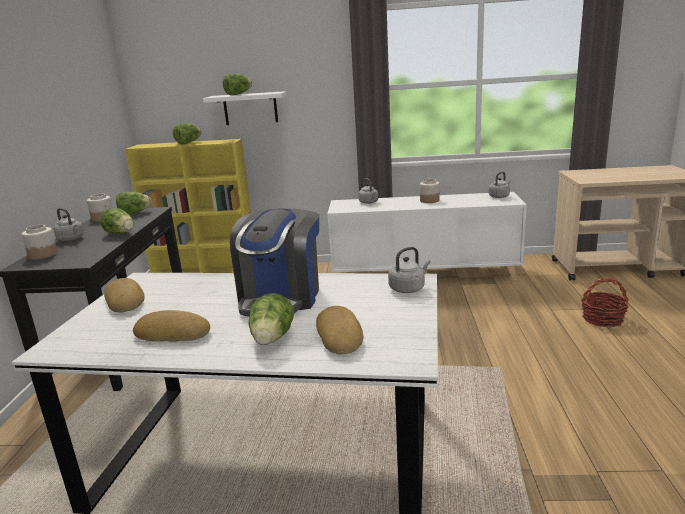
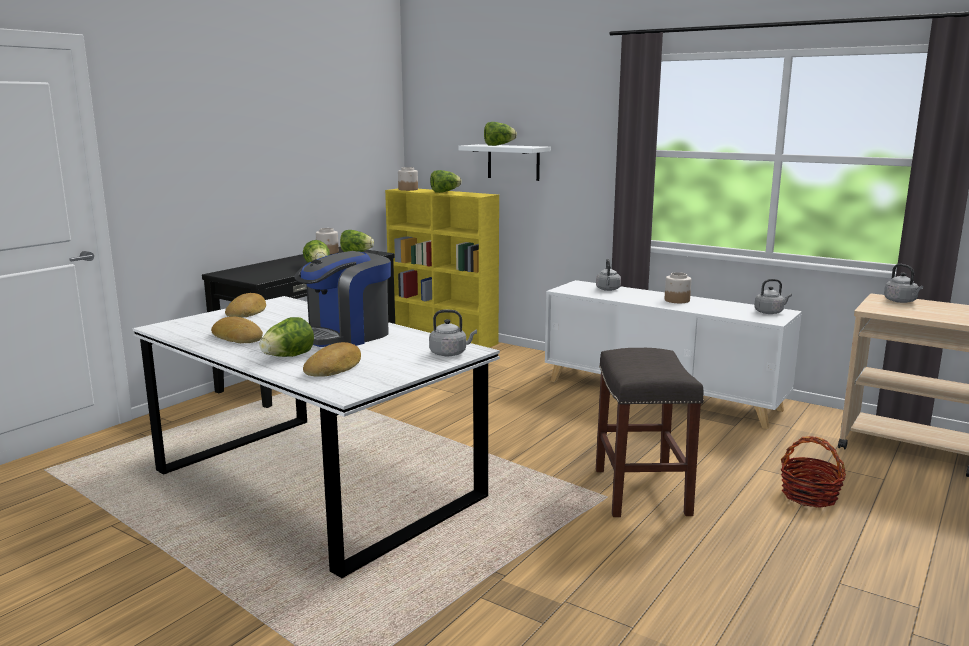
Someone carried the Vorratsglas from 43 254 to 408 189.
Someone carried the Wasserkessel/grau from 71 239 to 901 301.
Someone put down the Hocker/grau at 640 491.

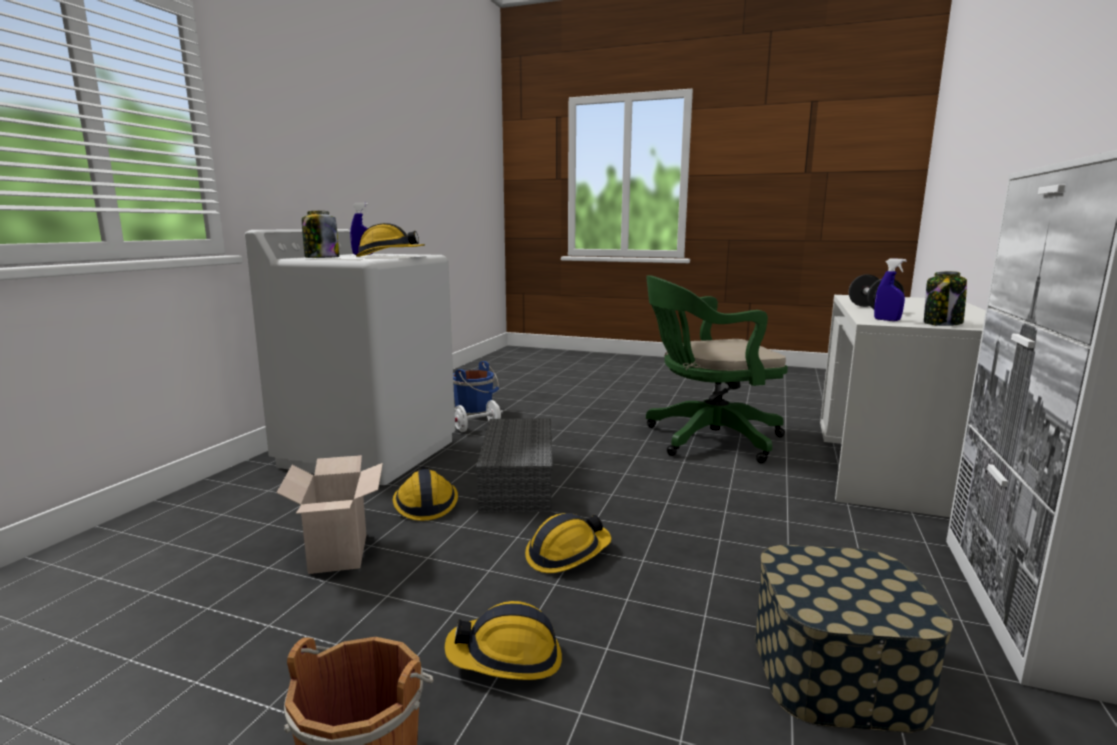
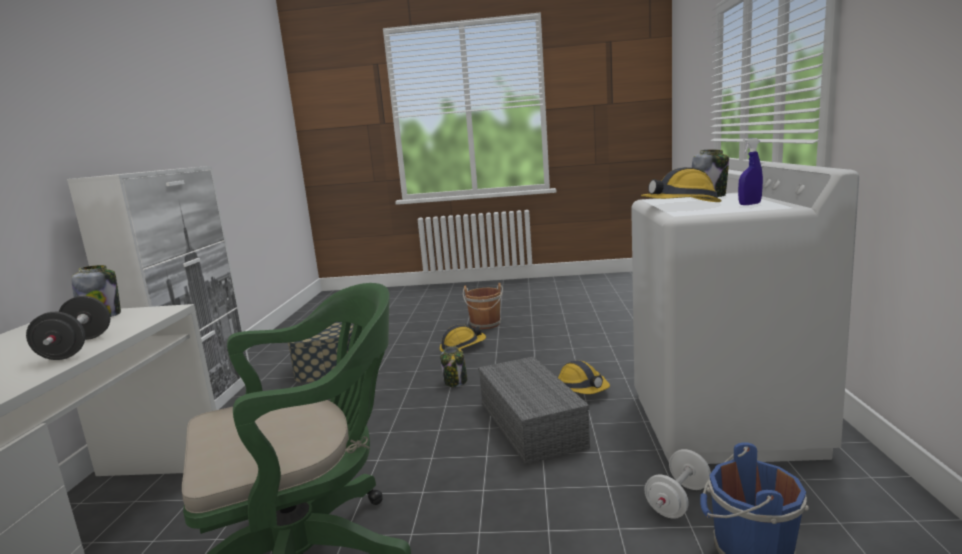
Someone took away the Karton at 340 554.
Someone swapped the Schutzhelm at 567 554 for the Vorratsglas at 455 382.
Someone took away the Sprühflasche/blau at 887 320.

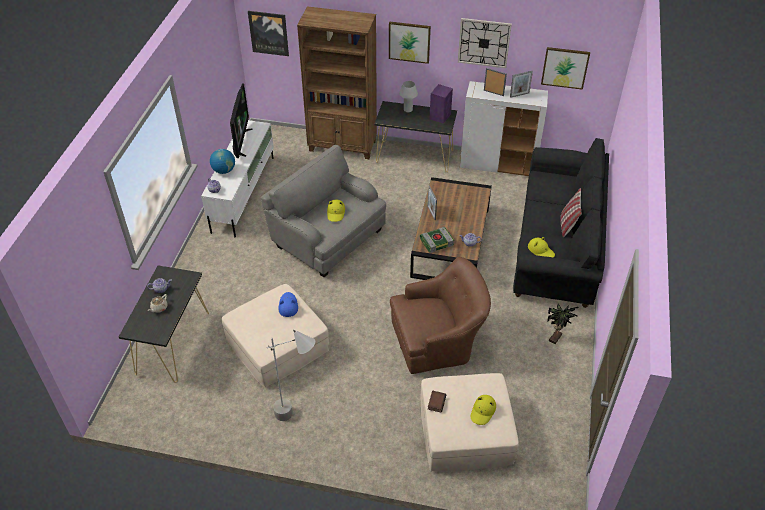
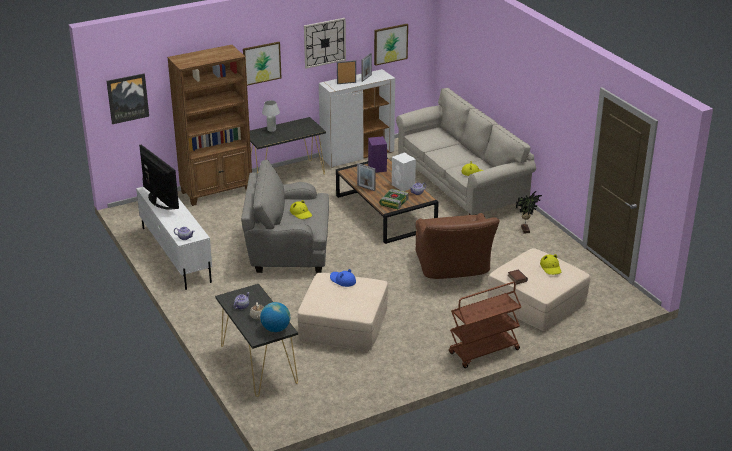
Someone carried the Globus from 224 170 to 275 329.
Someone took away the Stehlampe/grau at 298 417.
Someone rotated the Sessel/braun at 438 340 by 135 degrees clockwise.
Someone carried the Lautsprecher/lila from 440 116 to 377 168.
Someone repainted the Sofa/schwarz at 556 247, which became the Sofa/beige at 461 183.
Someone took away the Kissen at 567 224.
Someone put down the Lautsprecher/weiß at 403 186.
Someone put down the Rollwagen/braun at 483 352.

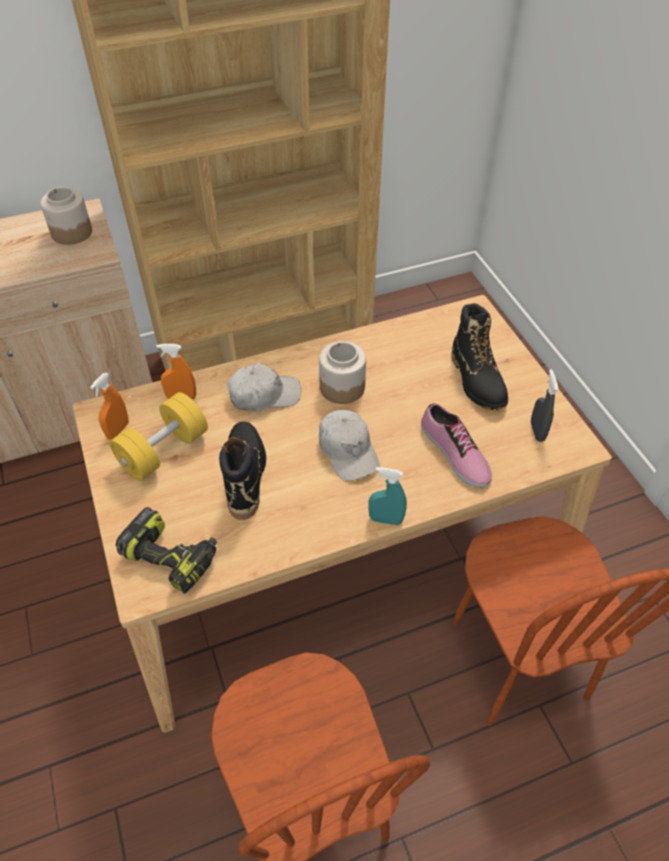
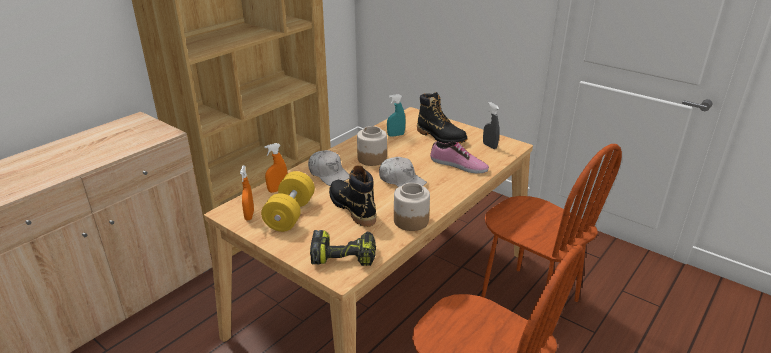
Someone carried the Vorratsglas from 71 232 to 410 221.
Someone rotated the Kappe/weiß at 264 395 by 90 degrees clockwise.
Someone carried the Sprühflasche/türkis from 385 519 to 396 135.

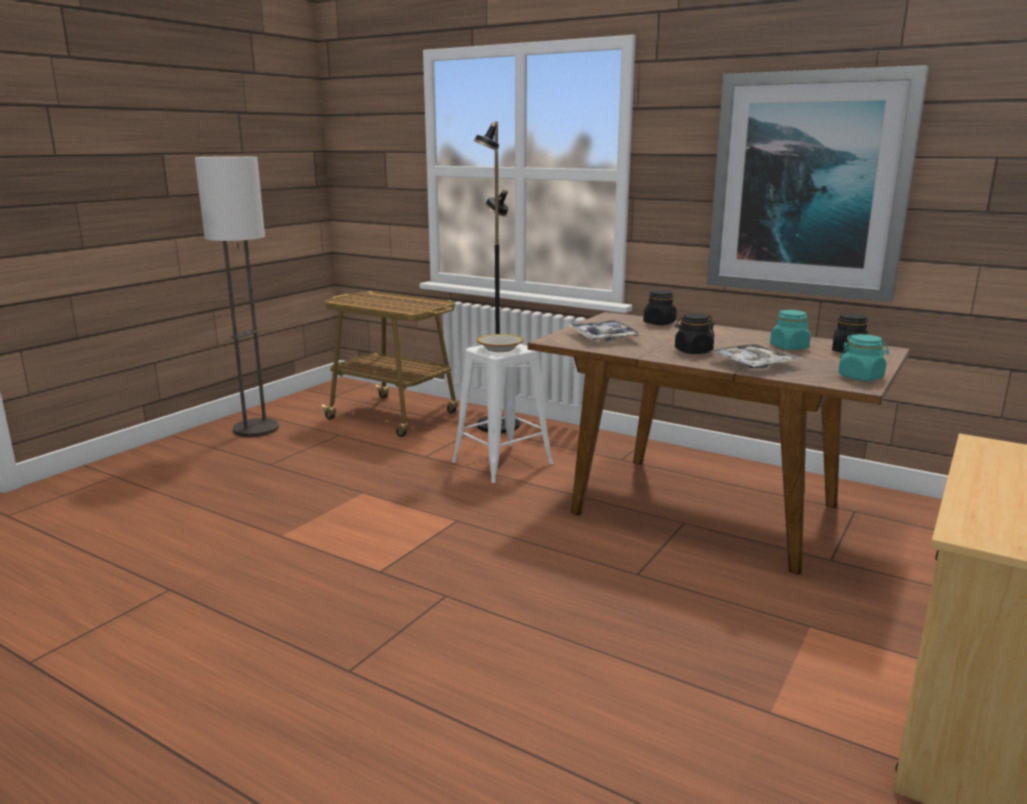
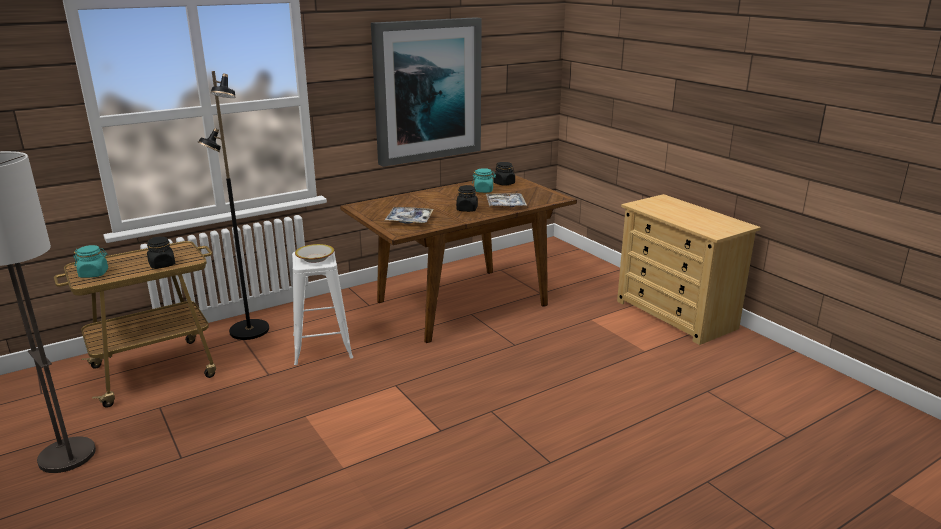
Someone carried the Vorratsglas/schwarz from 659 323 to 162 265.
Someone carried the Vorratsglas/türkis from 861 377 to 94 274.

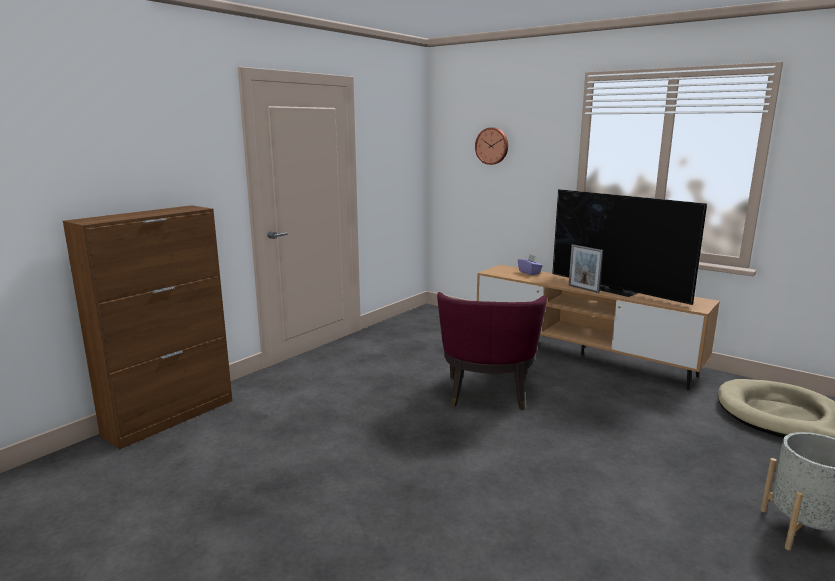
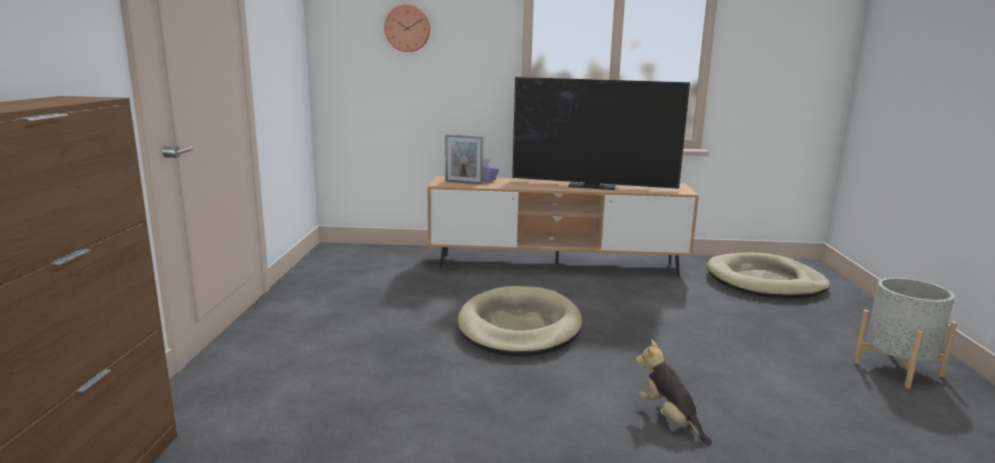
Someone swapped the Sessel/lila at 487 394 for the Hundebett/beige at 519 327.
Someone carried the Bilderrahmen from 583 289 to 463 182.
Someone put down the Plüschtier at 669 419.

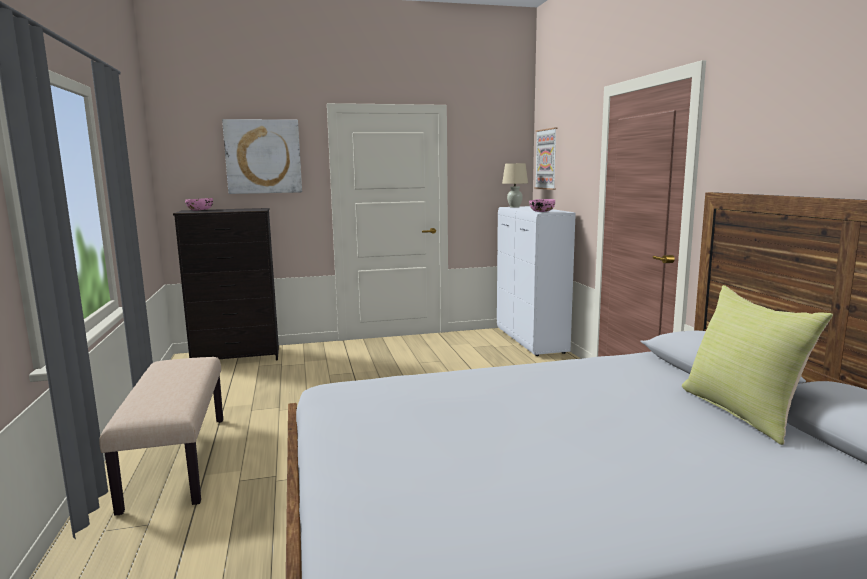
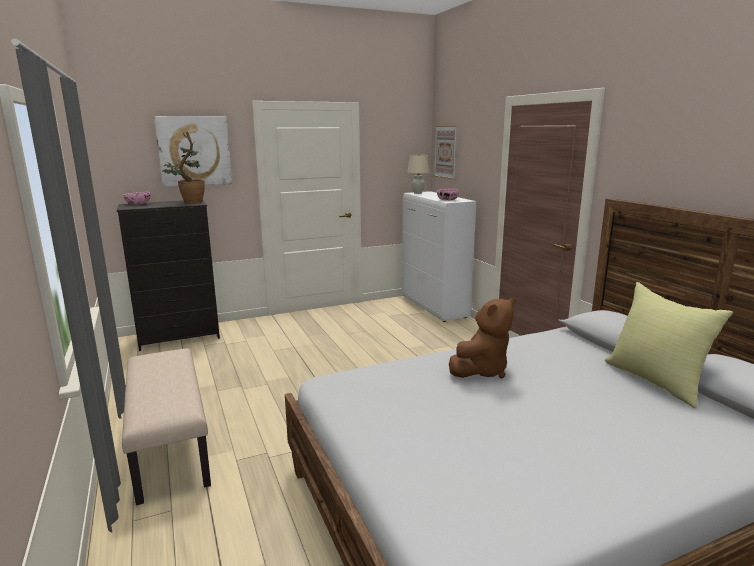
Someone put down the Topfpflanze at 189 202.
Someone put down the Plüschtier/braun at 481 370.

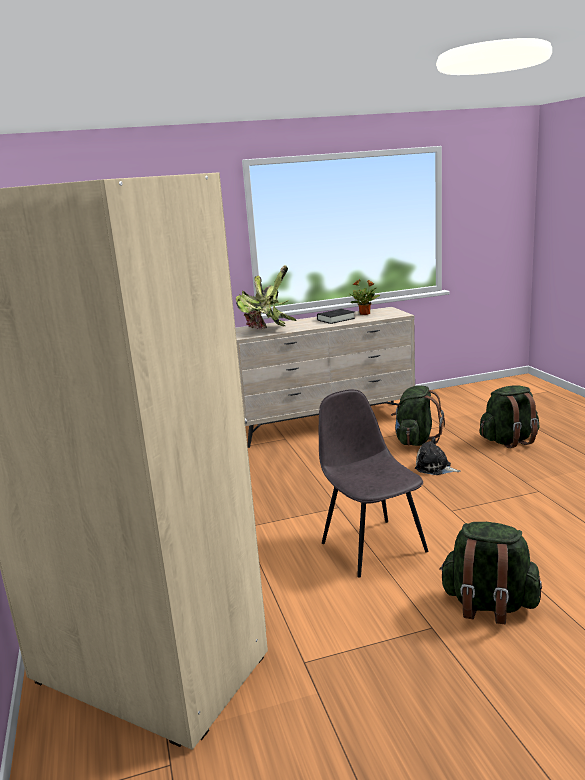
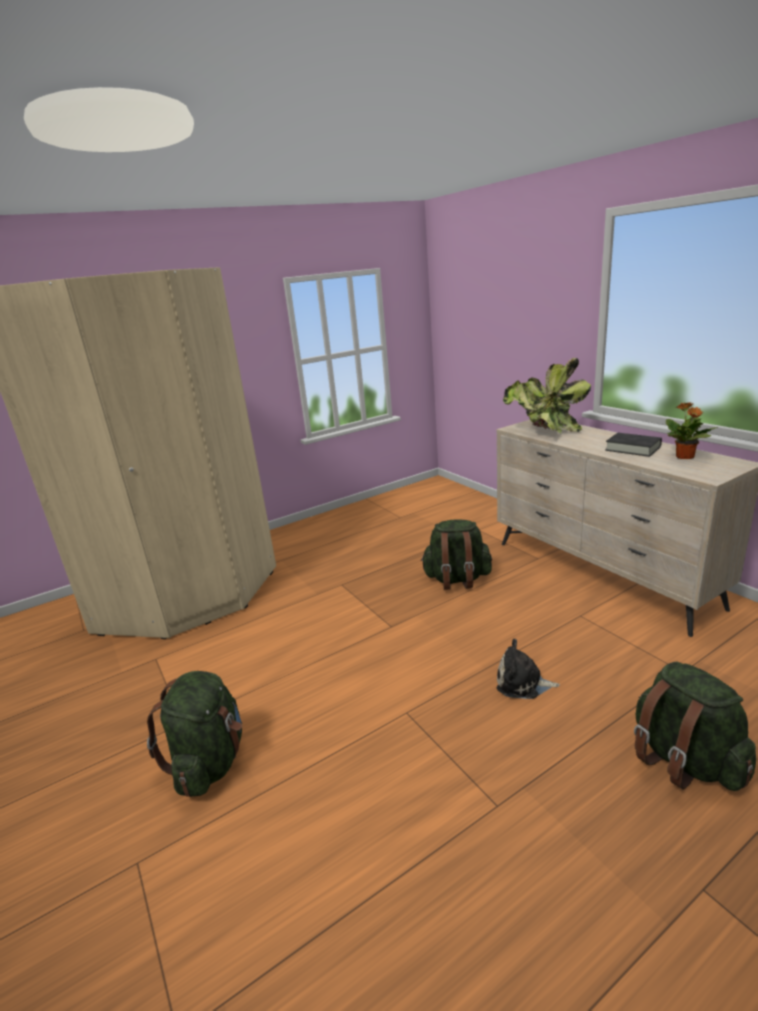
Someone took away the Stuhl/grau at 372 546.
Someone carried the Rucksack/grün from 416 441 to 457 579.
Someone rotated the Plüschtier at 435 468 by 90 degrees counterclockwise.

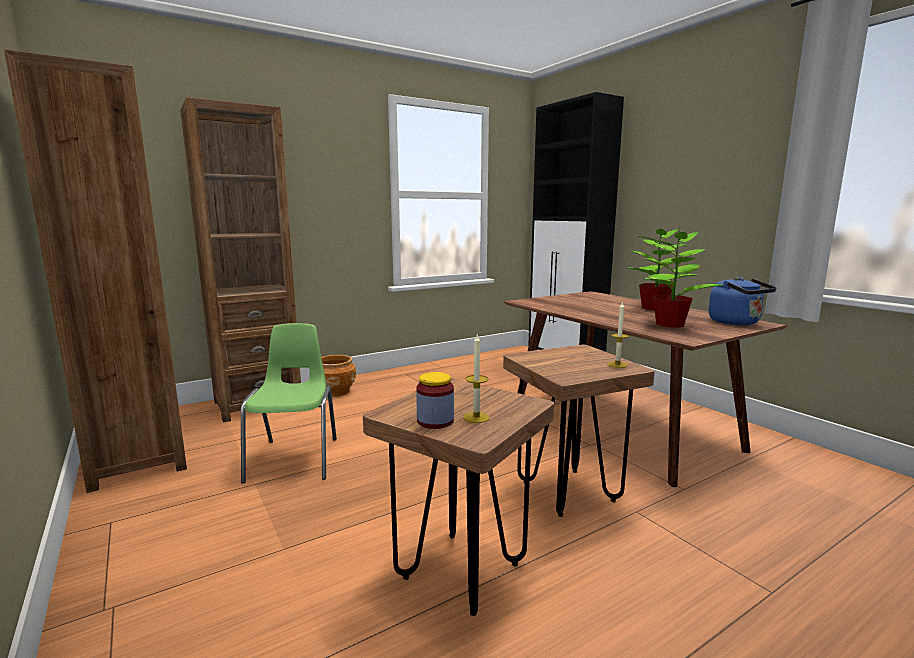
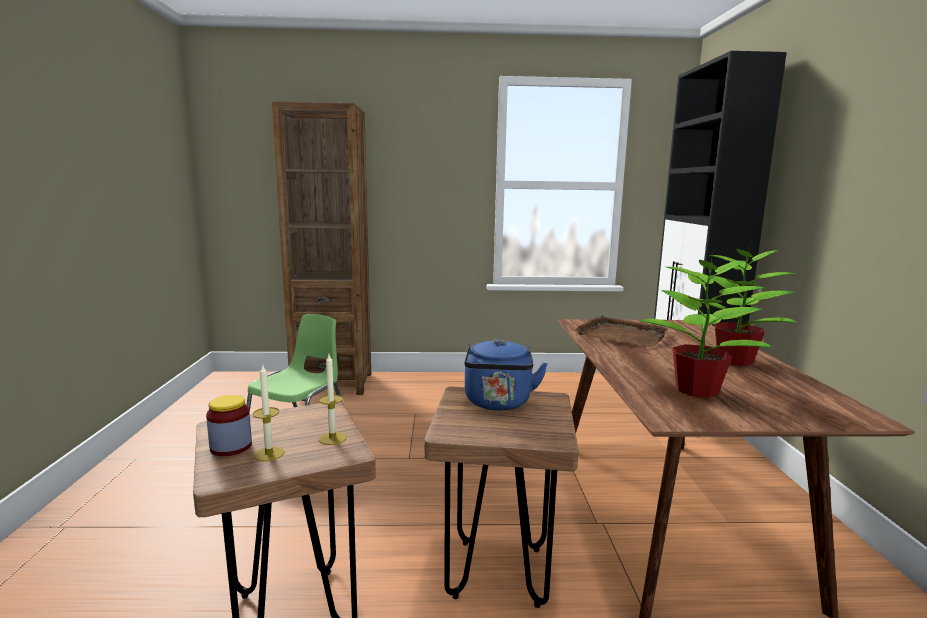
Someone took away the Bücherregal/braun at 138 460.
Someone took away the Pflanzkübel/braun at 336 392.
Someone carried the Kerze from 617 364 to 332 438.
Someone carried the Wasserkessel/blau from 737 323 to 498 403.
Someone put down the Tablett/braun at 621 335.

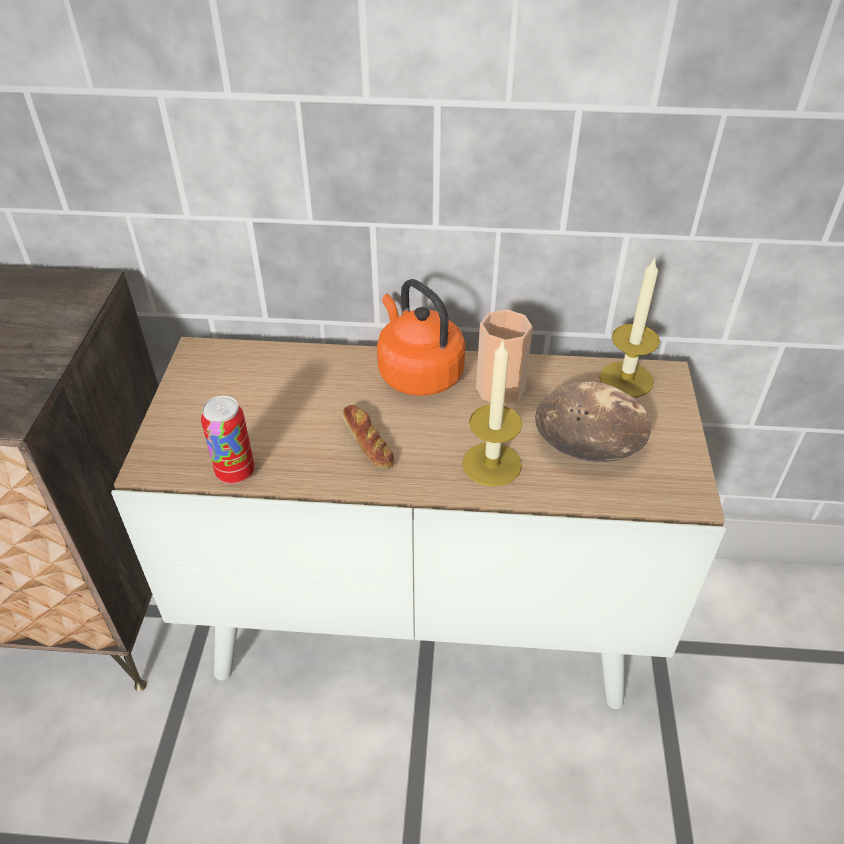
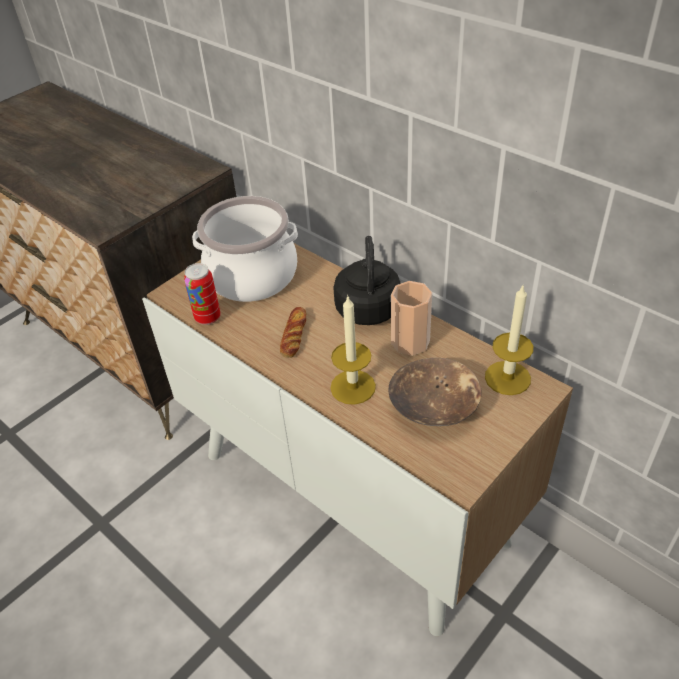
Someone repainted the Wasserkessel/orange at 417 373, which became the Wasserkessel/schwarz at 368 307.
Someone put down the Kochtopf at 252 275.

